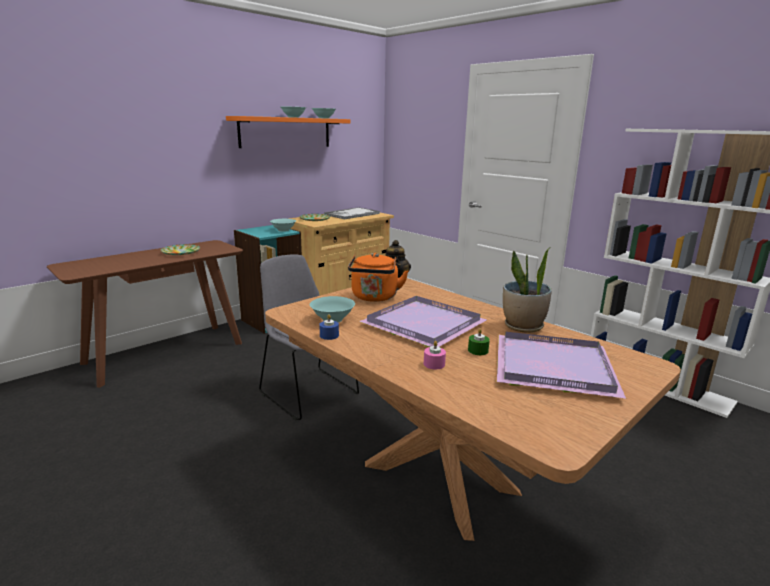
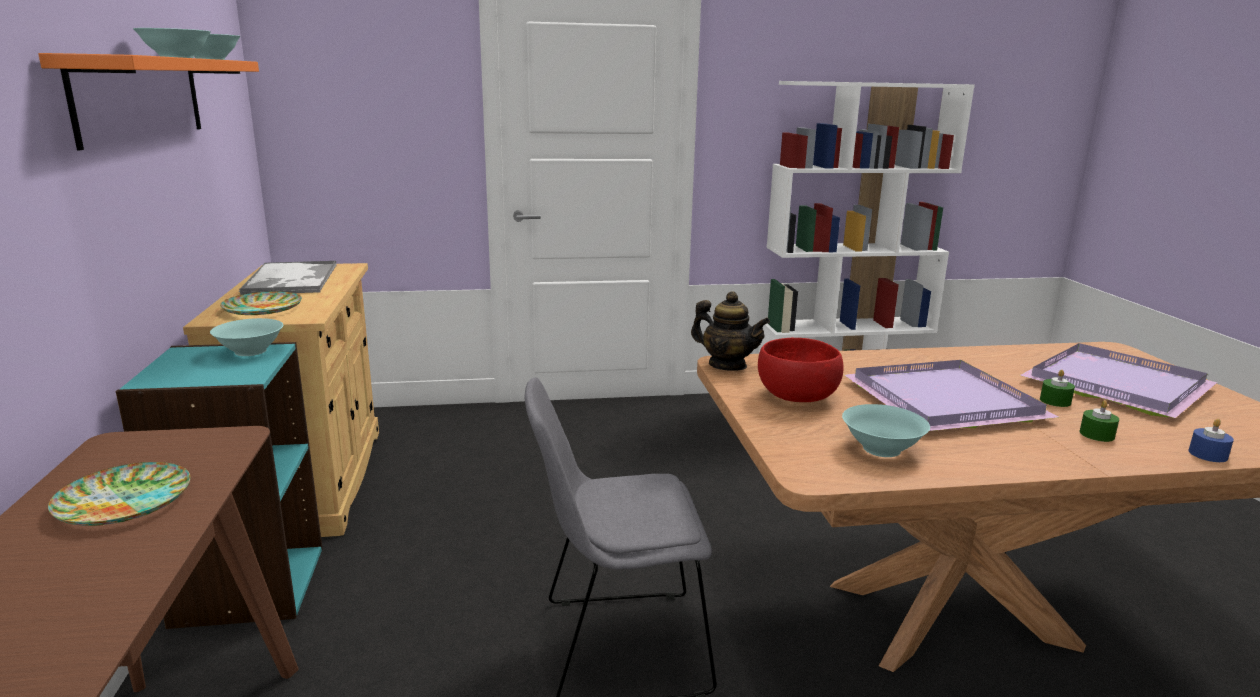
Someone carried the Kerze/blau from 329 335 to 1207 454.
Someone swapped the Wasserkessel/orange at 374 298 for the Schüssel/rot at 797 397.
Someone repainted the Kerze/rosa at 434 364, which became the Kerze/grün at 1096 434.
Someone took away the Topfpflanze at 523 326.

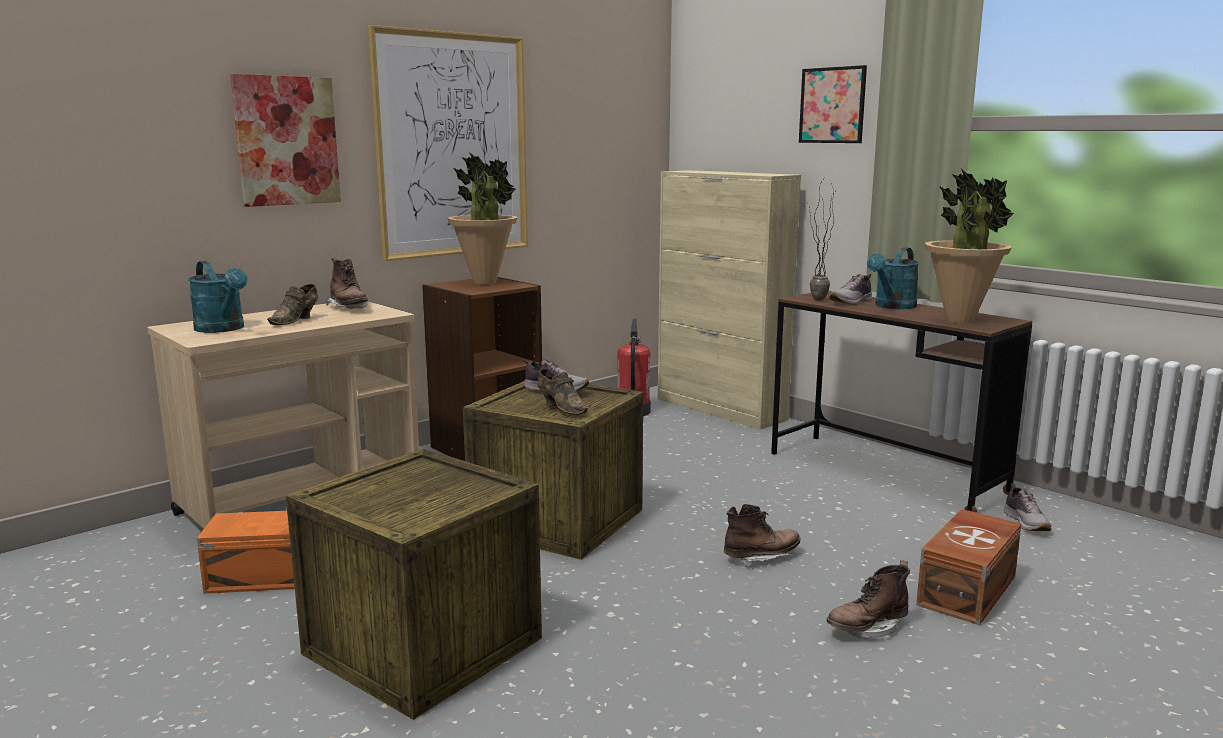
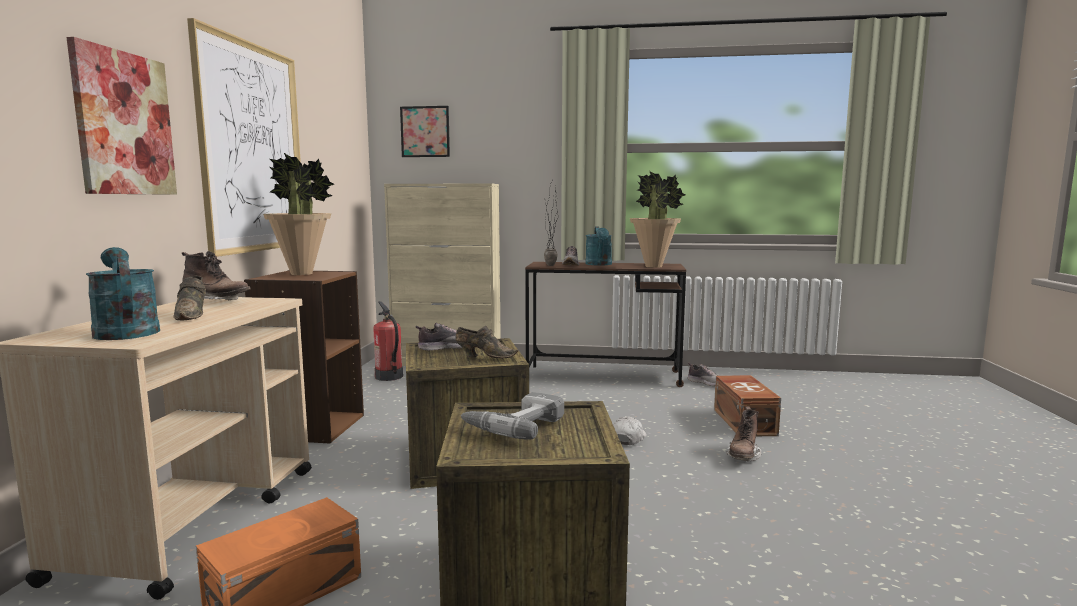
Someone rotated the Gießkanne/türkis at 223 329 by 135 degrees counterclockwise.
Someone swapped the Stiefel/braun at 761 557 for the Kappe/weiß at 628 438.
Someone carried the Bild from 832 105 to 425 131.
Someone put down the Bohrmaschine at 514 424.

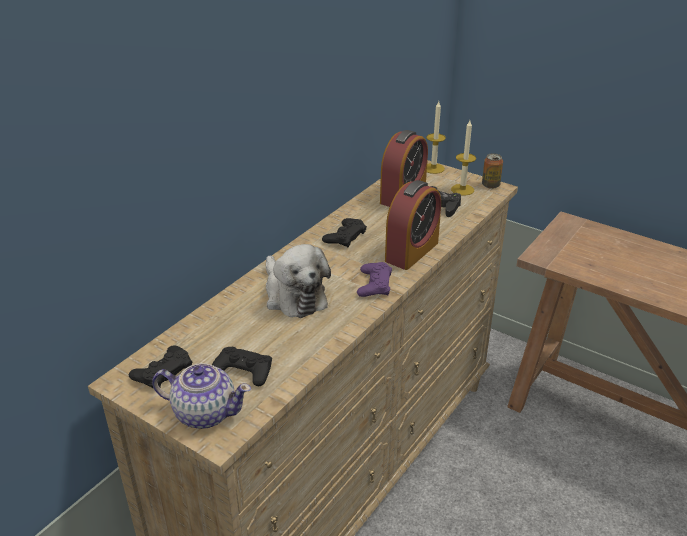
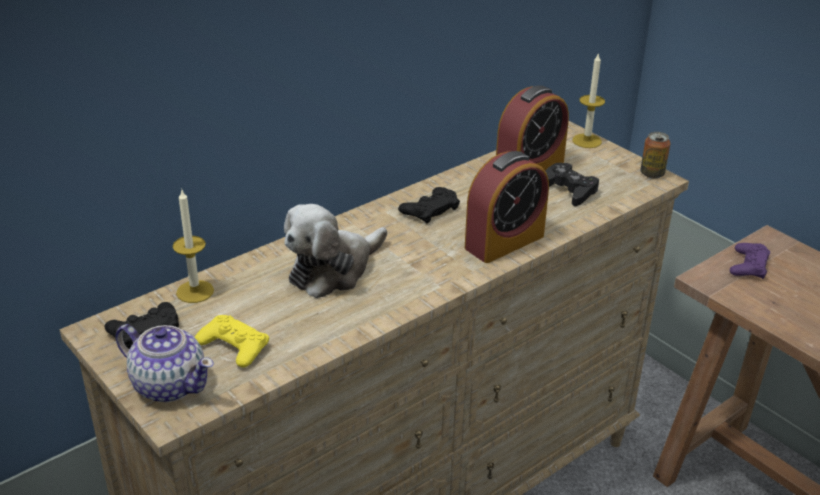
Someone repainted the Gamepad/schwarz at 243 371, which became the Gamepad/gelb at 234 346.
Someone rotated the Plüschtier at 293 295 by 60 degrees clockwise.
Someone carried the Gamepad/lila from 374 284 to 748 265.
Someone carried the Kerze from 462 189 to 195 291.

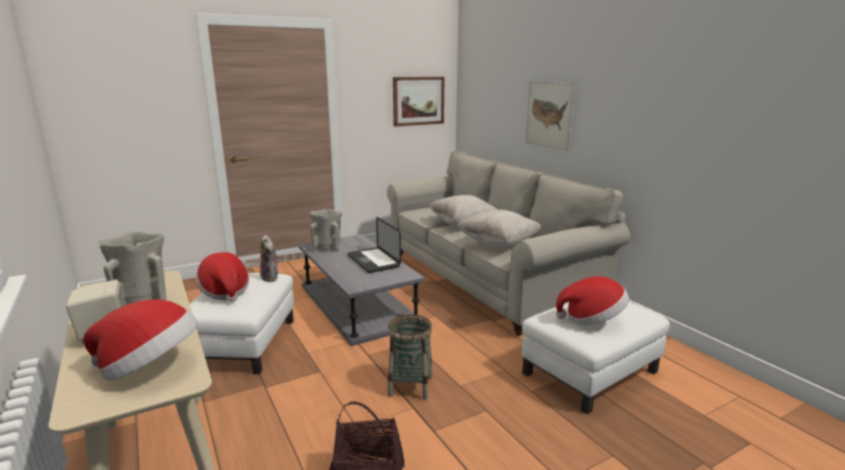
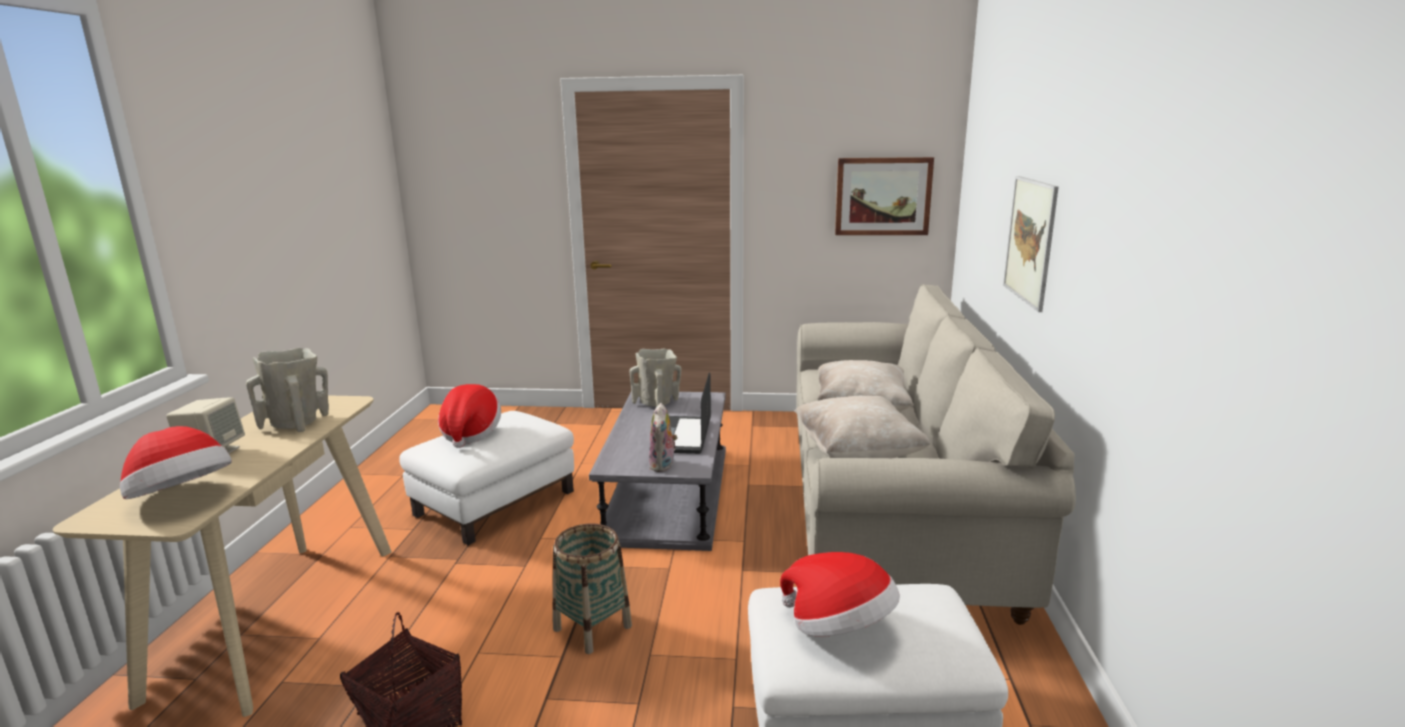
Someone carried the Plüschtier from 271 278 to 663 466.

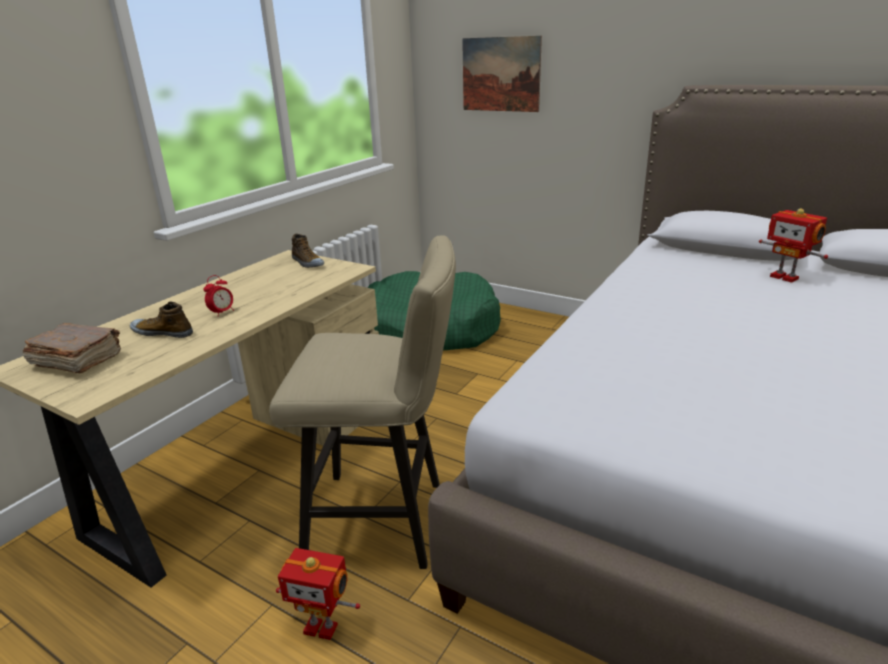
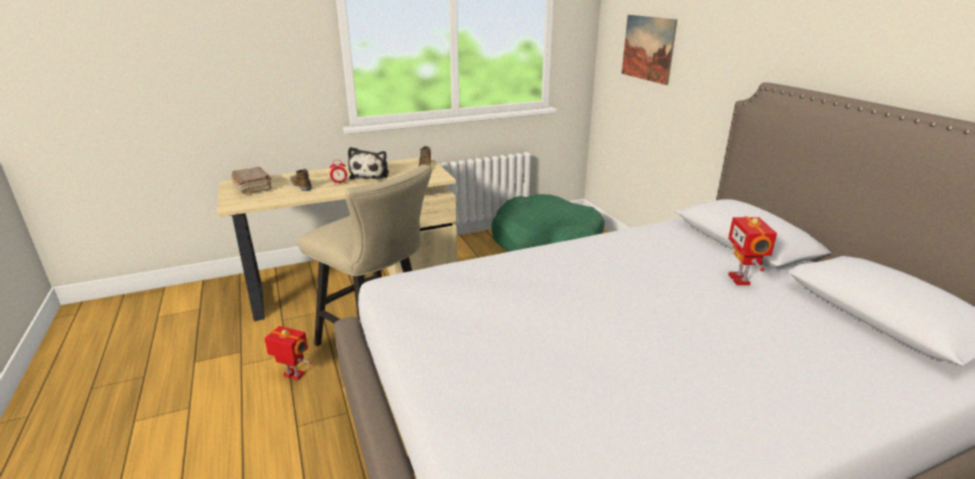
Someone rotated the Spielzeugroboter at 321 627 by 150 degrees clockwise.
Someone put down the Plüschtier at 371 174.

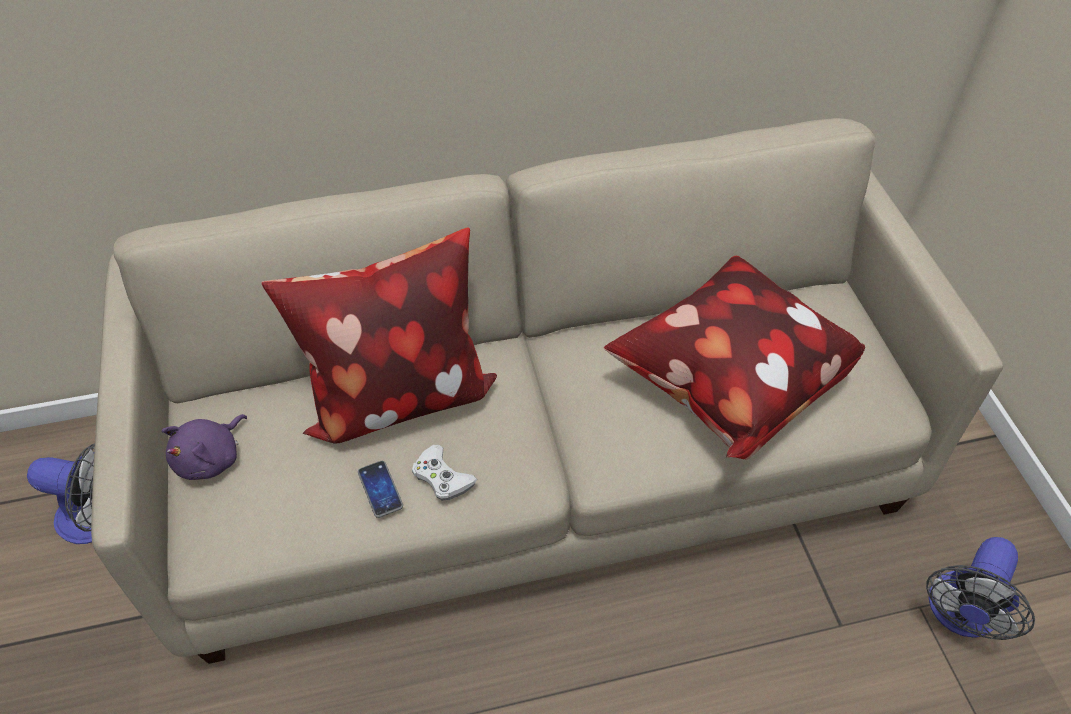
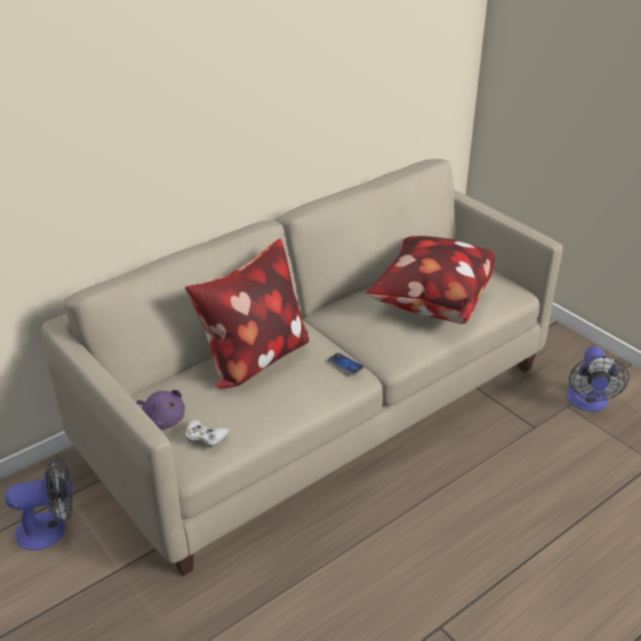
Someone rotated the Plüschtier/lila at 211 458 by 60 degrees counterclockwise.
Someone carried the Handy from 380 489 to 345 364.
Someone carried the Gamepad/weiß from 442 477 to 205 436.

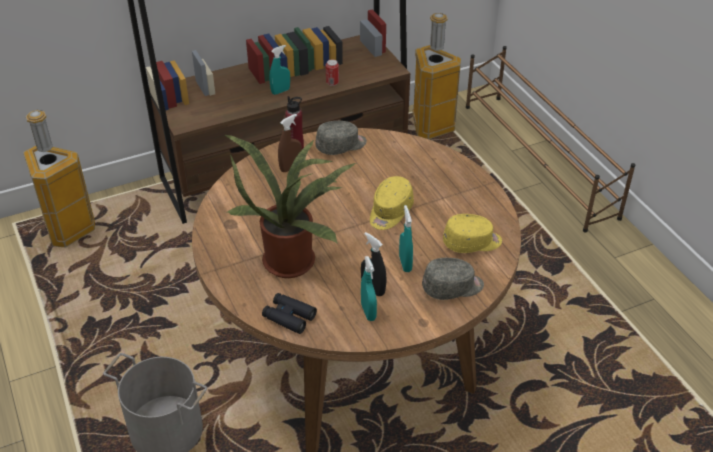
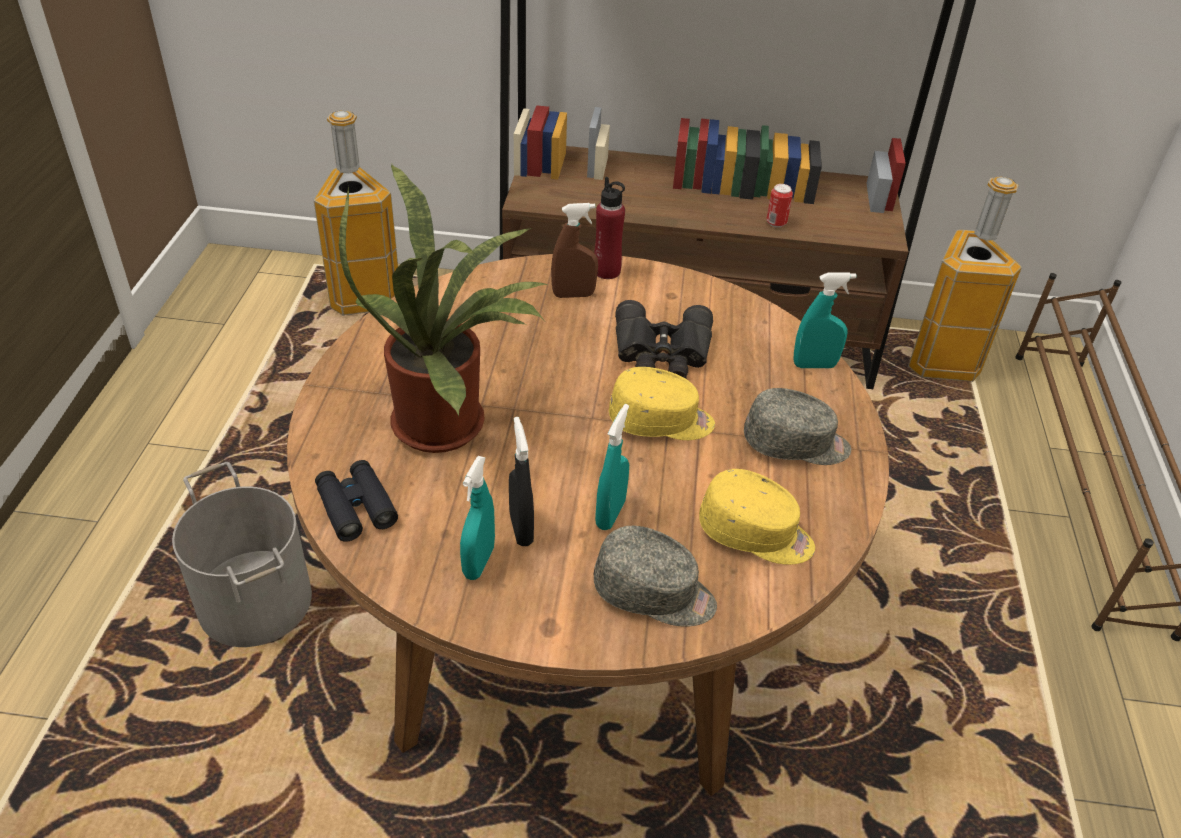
Someone carried the Sprühflasche/türkis from 280 91 to 814 365.
Someone carried the Kappe/grau from 341 146 to 796 444.
Someone rotated the Kappe/gelb at 390 212 by 150 degrees counterclockwise.
Someone put down the Fernglas/schwarz at 662 354.

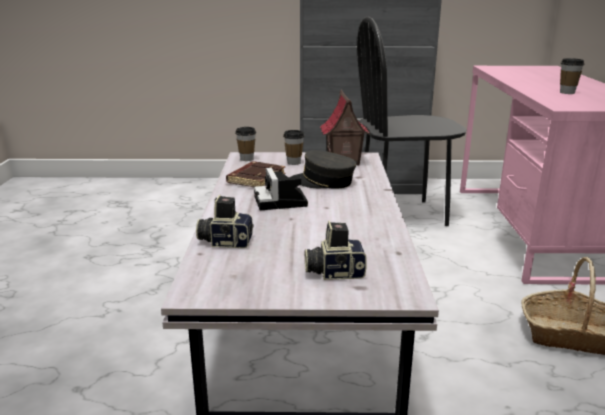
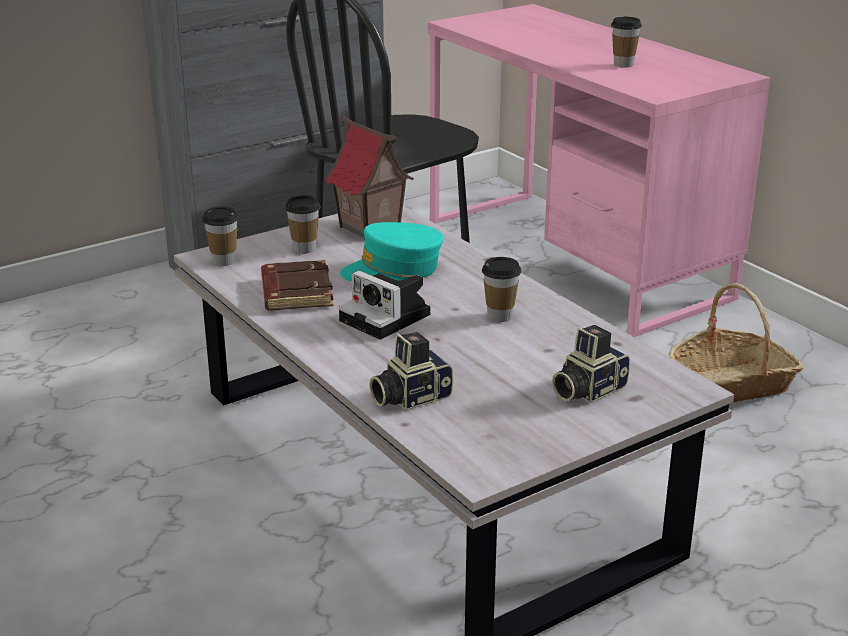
Someone repainted the Kappe/grau at 323 182, which became the Kappe/türkis at 393 270.
Someone put down the Tasse at 500 316.

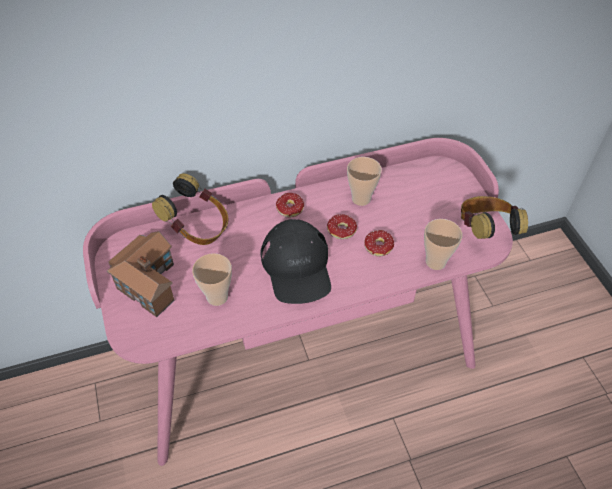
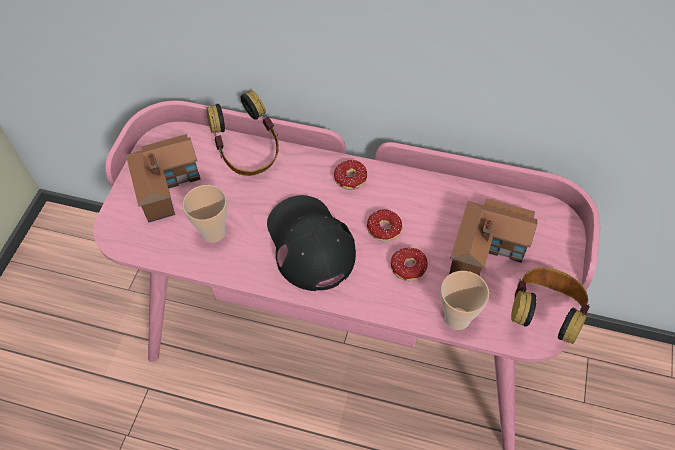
Someone rotated the Kappe/schwarz at 297 267 by 135 degrees clockwise.
Someone took away the Tasse at 361 199.
Someone put down the Spielzeughaus at 489 246.

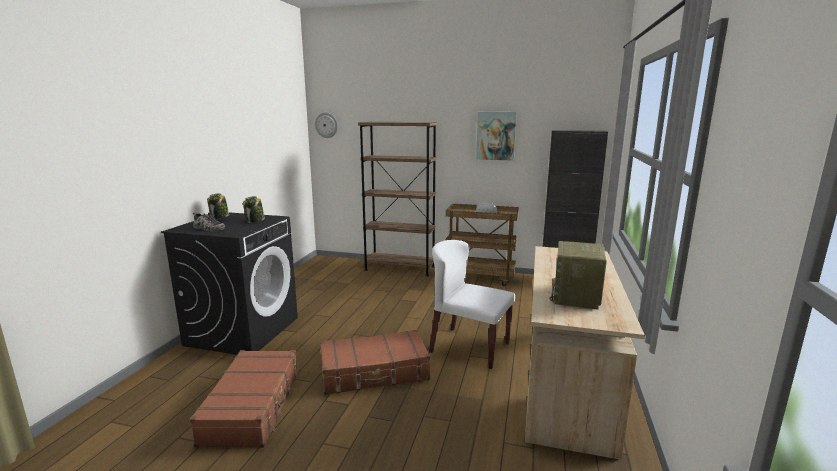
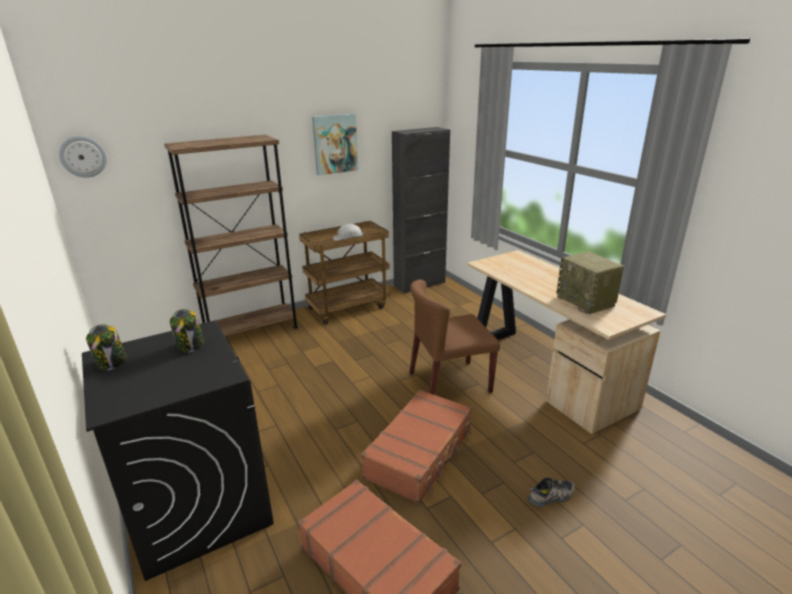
Someone carried the Schuh from 208 228 to 551 497.
Someone repainted the Stuhl/weiß at 469 347, which became the Stuhl/braun at 449 382.

